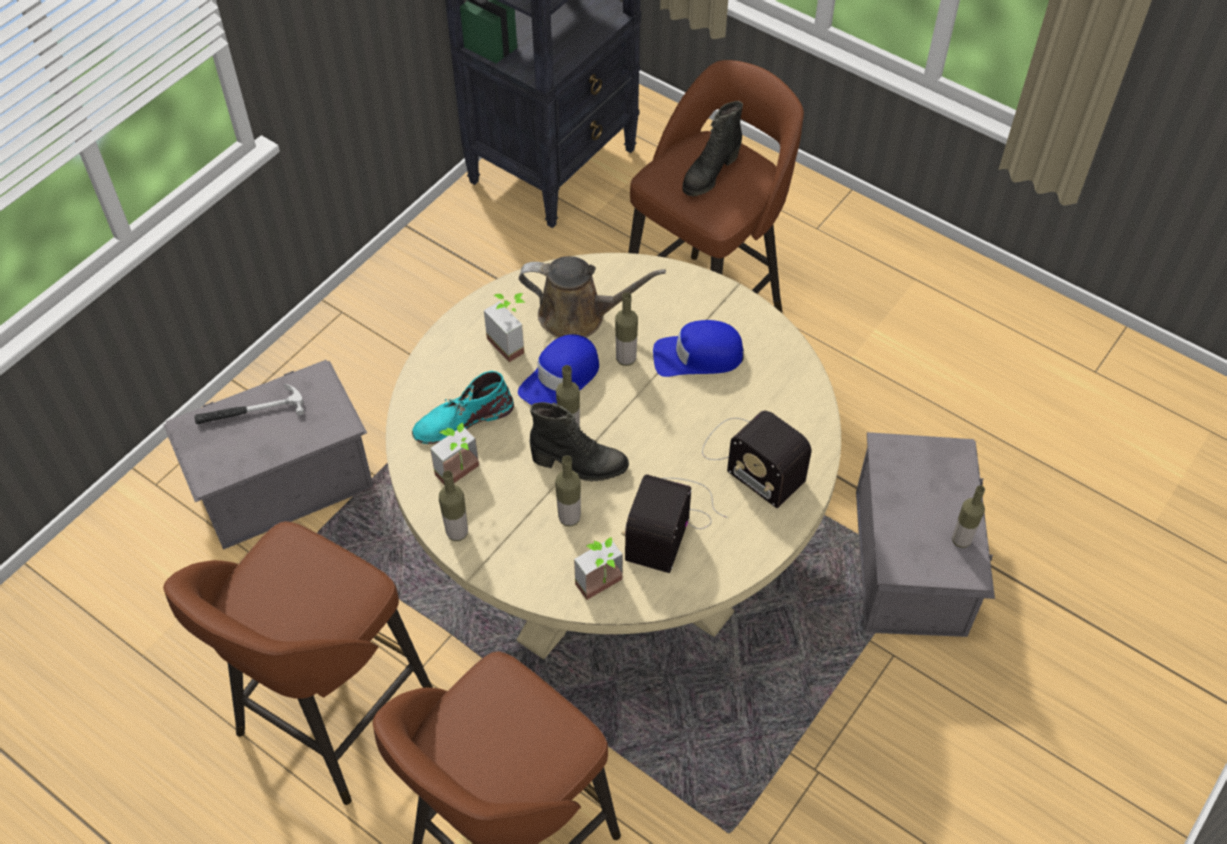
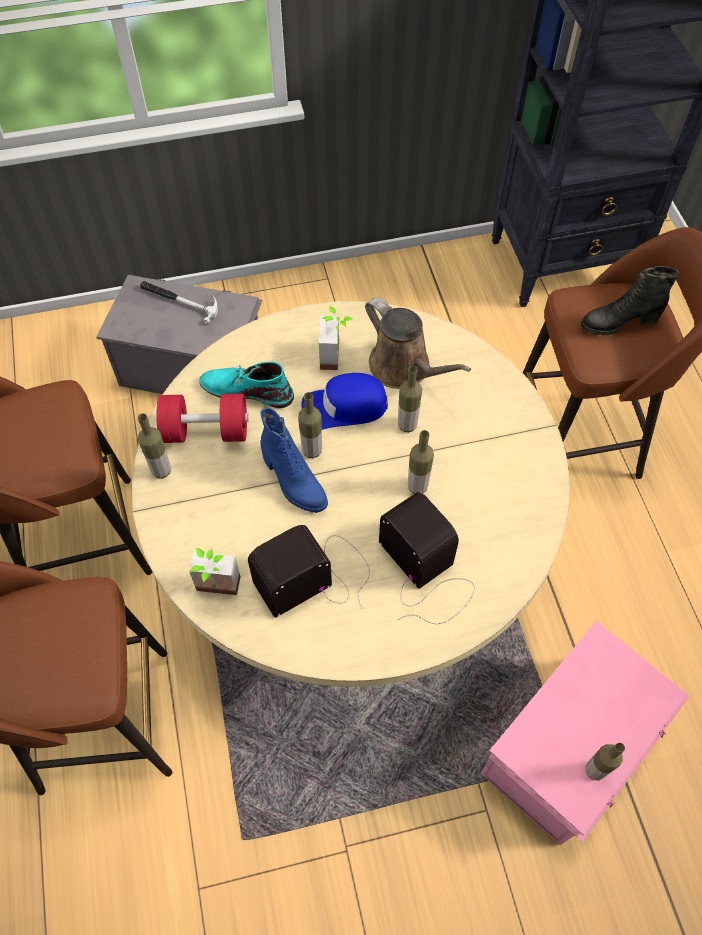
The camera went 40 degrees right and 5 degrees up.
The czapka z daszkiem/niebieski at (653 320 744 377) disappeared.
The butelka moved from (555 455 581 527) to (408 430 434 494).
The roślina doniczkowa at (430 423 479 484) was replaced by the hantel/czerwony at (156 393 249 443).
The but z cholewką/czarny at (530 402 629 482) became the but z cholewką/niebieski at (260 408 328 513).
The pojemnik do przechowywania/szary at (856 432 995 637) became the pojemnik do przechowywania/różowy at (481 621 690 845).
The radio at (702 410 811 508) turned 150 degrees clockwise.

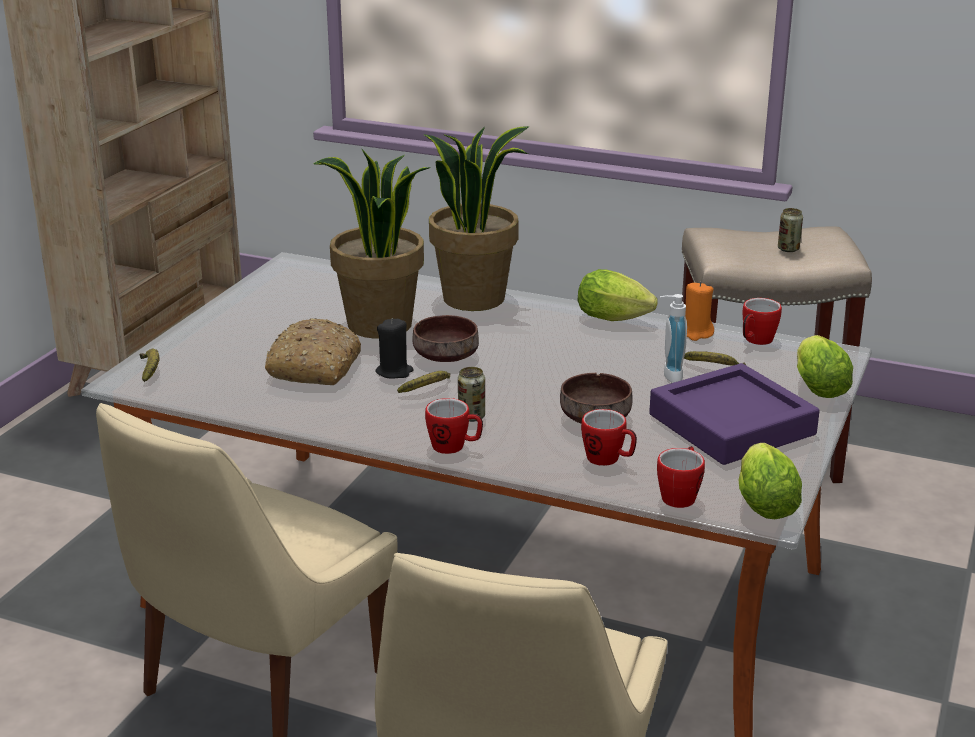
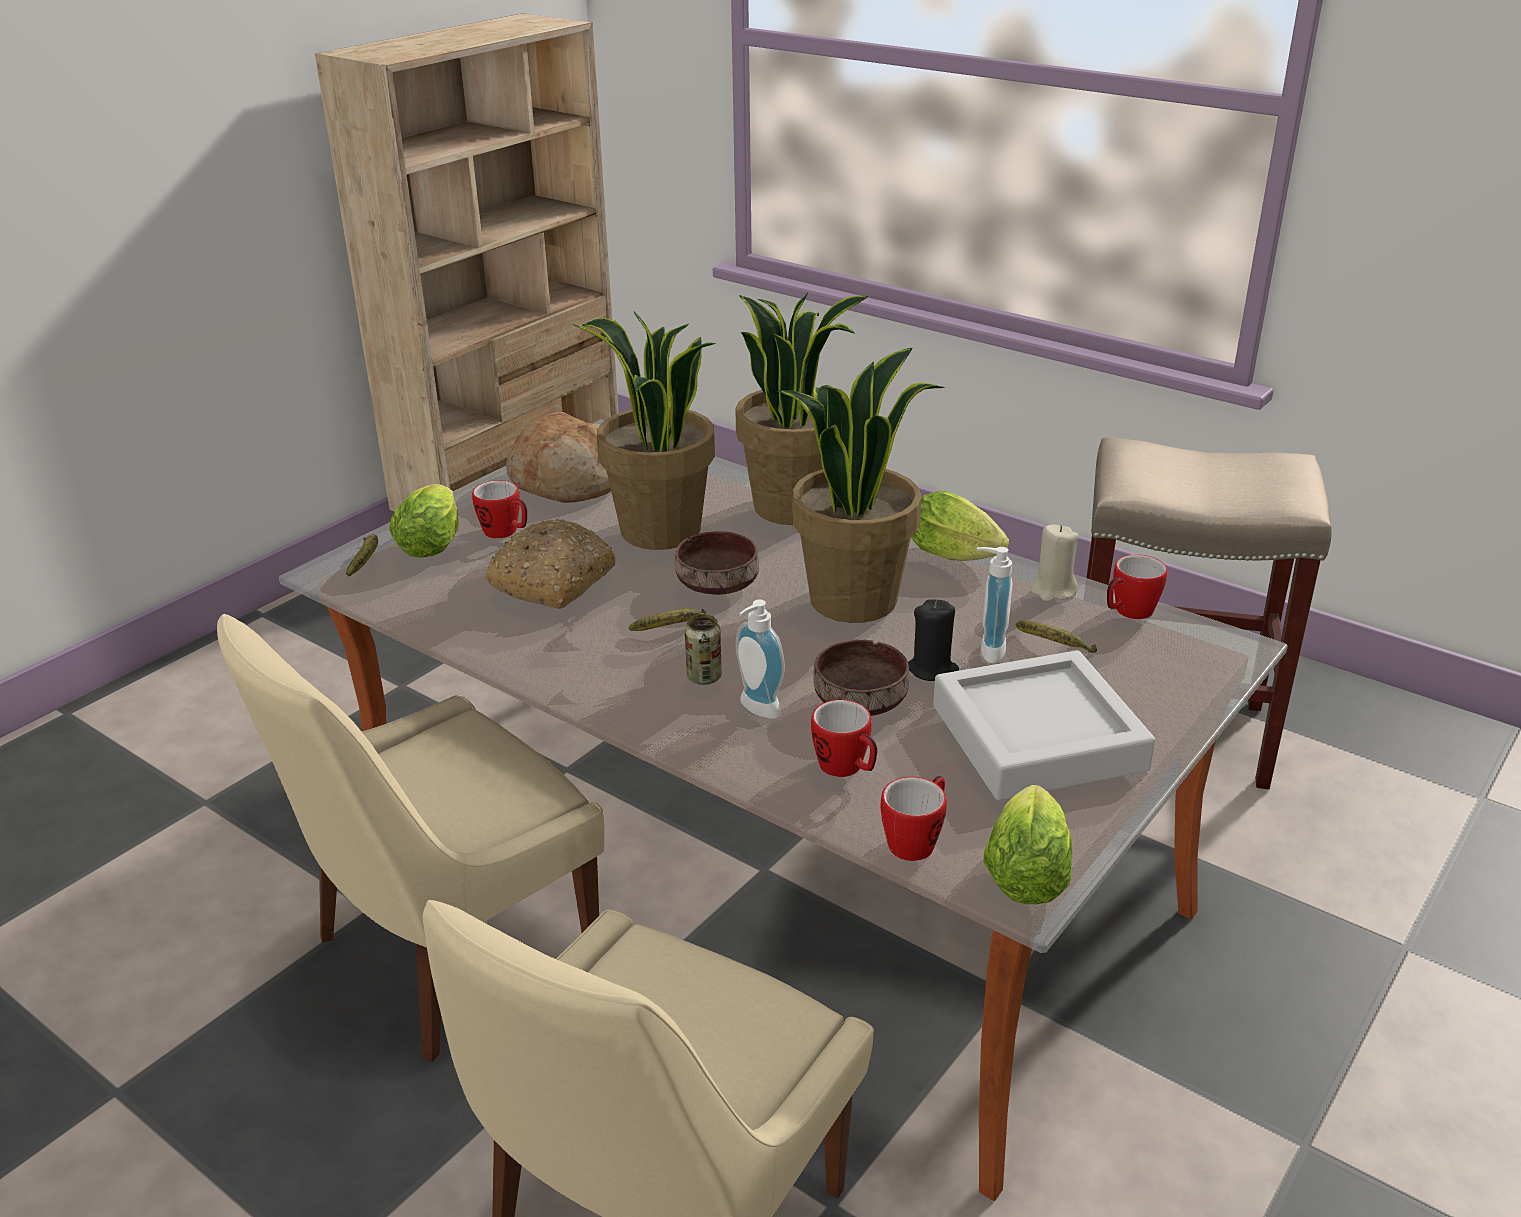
The camera went 15 degrees right and 5 degrees up.
The puszka at (778 208 803 252) disappeared.
The chleb at (506 412 611 503) appeared.
The dozownik mydła at (736 599 785 719) appeared.
The roślina doniczkowa at (776 348 945 623) appeared.
The świeca/czarny moved from (375 318 414 379) to (908 600 959 681).
The kubek moved from (425 398 483 454) to (472 480 527 538).
The sałata moved from (797 335 853 398) to (389 484 459 558).
The taca/fioletowy at (649 363 820 465) became the taca/szary at (933 650 1156 800).
The świeca/pomarańczowy at (685 282 714 341) became the świeca/beżowy at (1031 525 1079 602).

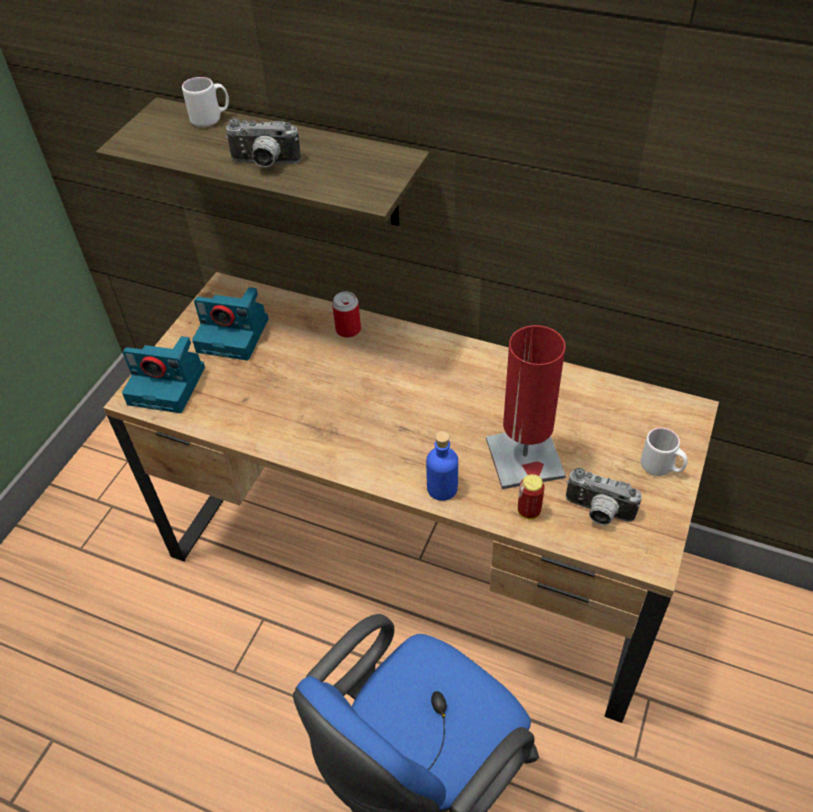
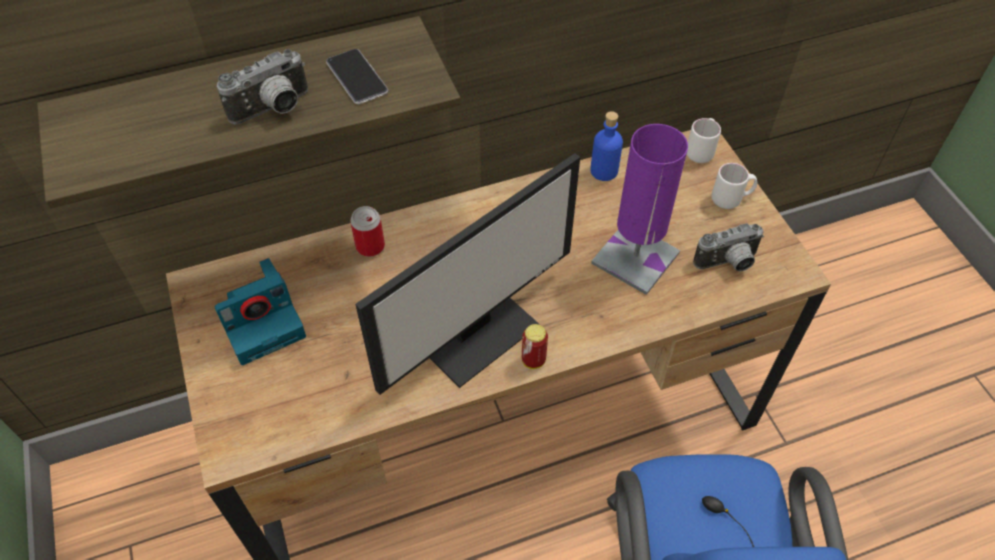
The camera went 45 degrees left and 5 degrees up.
The aparat fotograficzny at (122 336 205 413) disappeared.
The telefon at (326 49 388 104) appeared.
The monitor at (355 153 580 395) appeared.
The kubek/biały moved from (182 77 229 127) to (687 118 721 163).
The butelka/niebieski moved from (426 431 458 501) to (590 111 623 181).
The puszka moved from (518 474 545 520) to (522 324 548 369).
The lampa stołowa/czerwony at (486 325 566 489) became the lampa stołowa/fioletowy at (591 124 688 295).

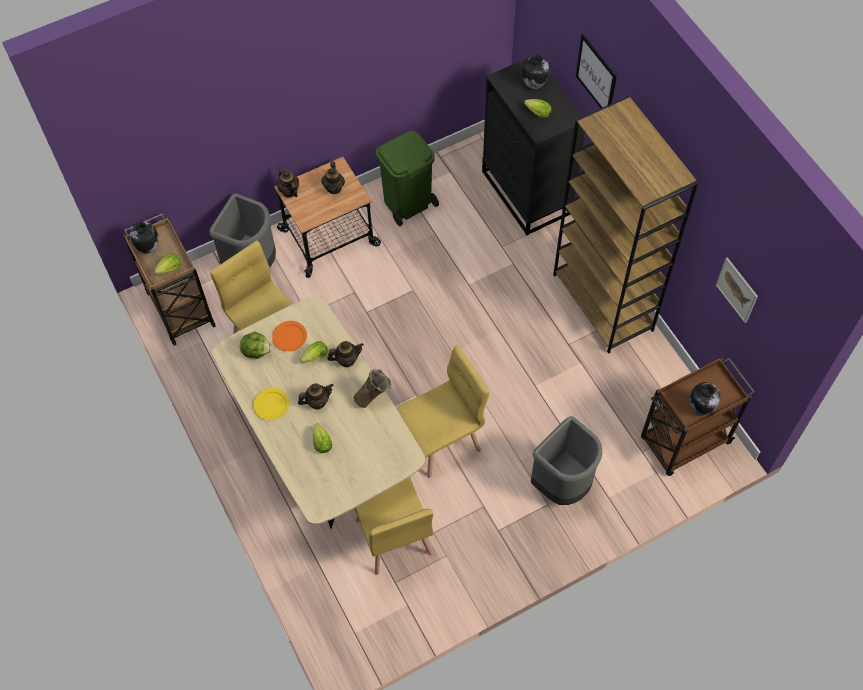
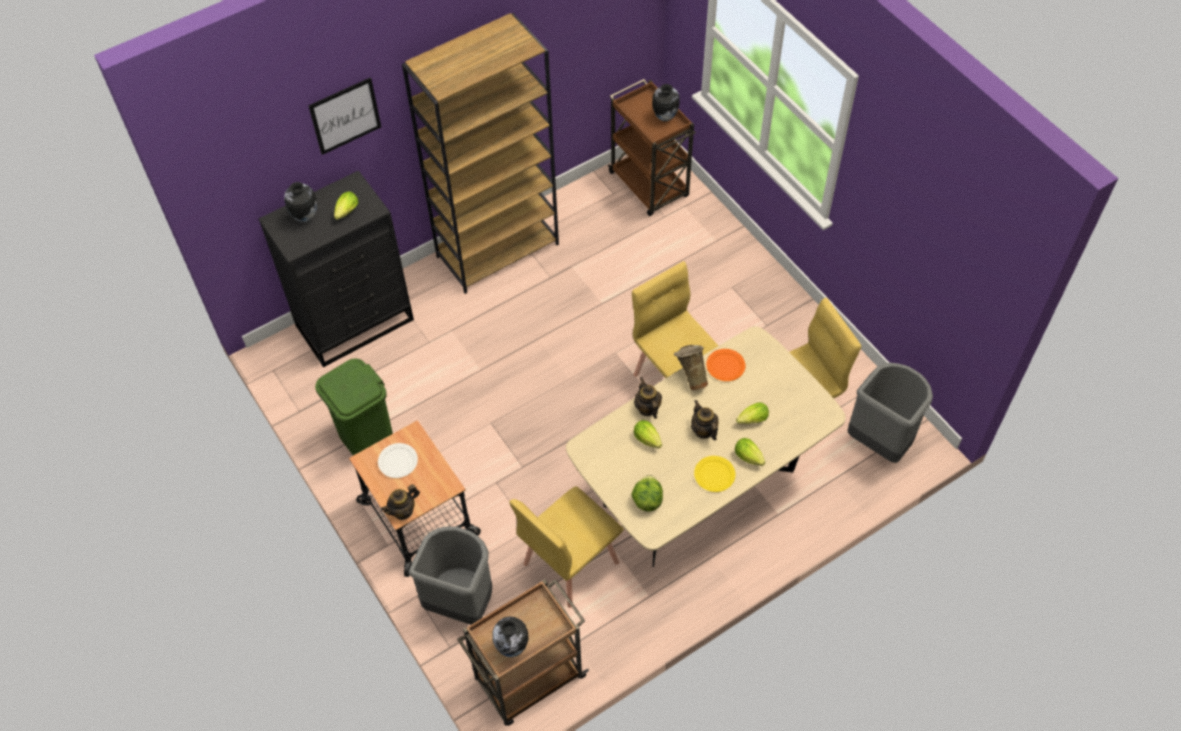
The camera went 95 degrees left and 5 degrees down.
The obraz at (716 257 758 323) disappeared.
The sałata moved from (154 253 181 275) to (735 438 765 466).
The talerz/pomarańczowy moved from (272 321 307 351) to (706 349 746 381).
The kosz na śmieci/szary moved from (531 416 603 505) to (848 363 933 463).
The imbryk at (321 162 345 194) was replaced by the talerz/biały at (378 443 418 478).

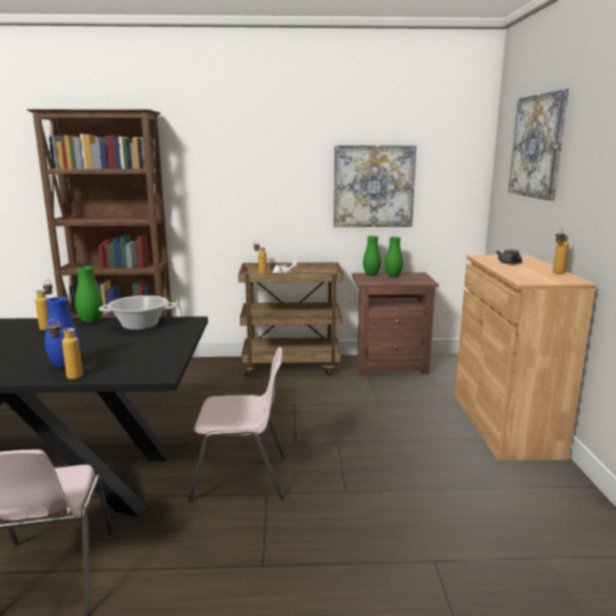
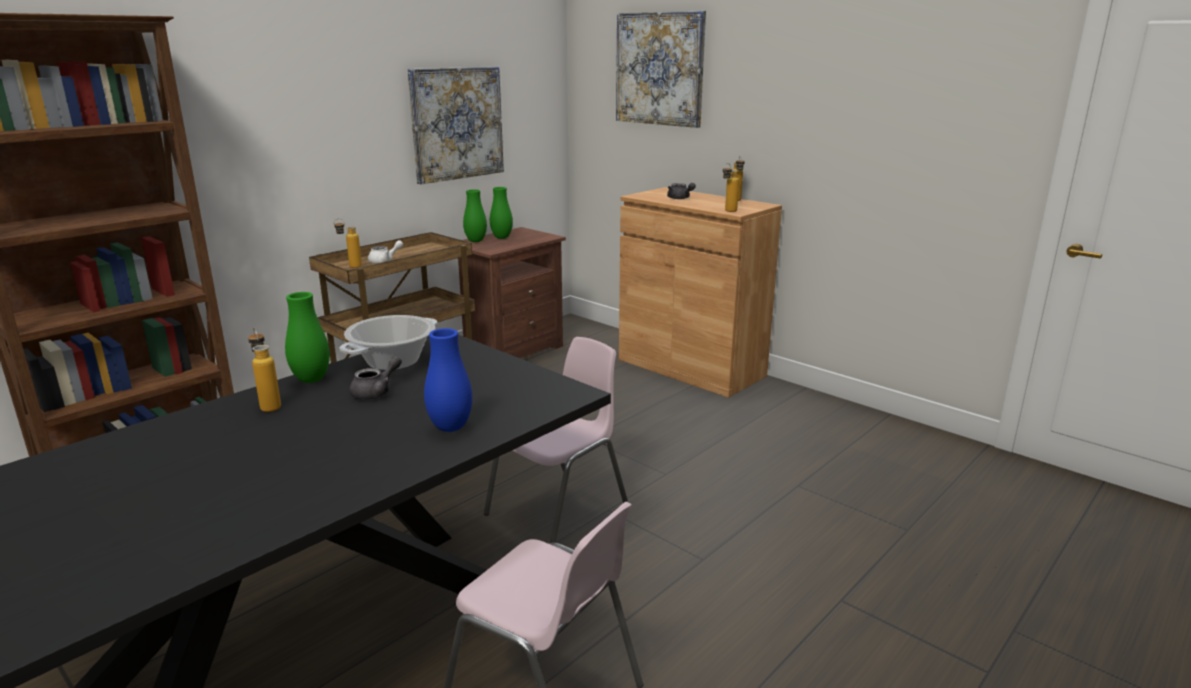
The camera went 45 degrees left and 5 degrees up.
The imbryk/szary at (350 356 402 400) appeared.
The butelka moved from (47 319 83 380) to (723 163 739 212).

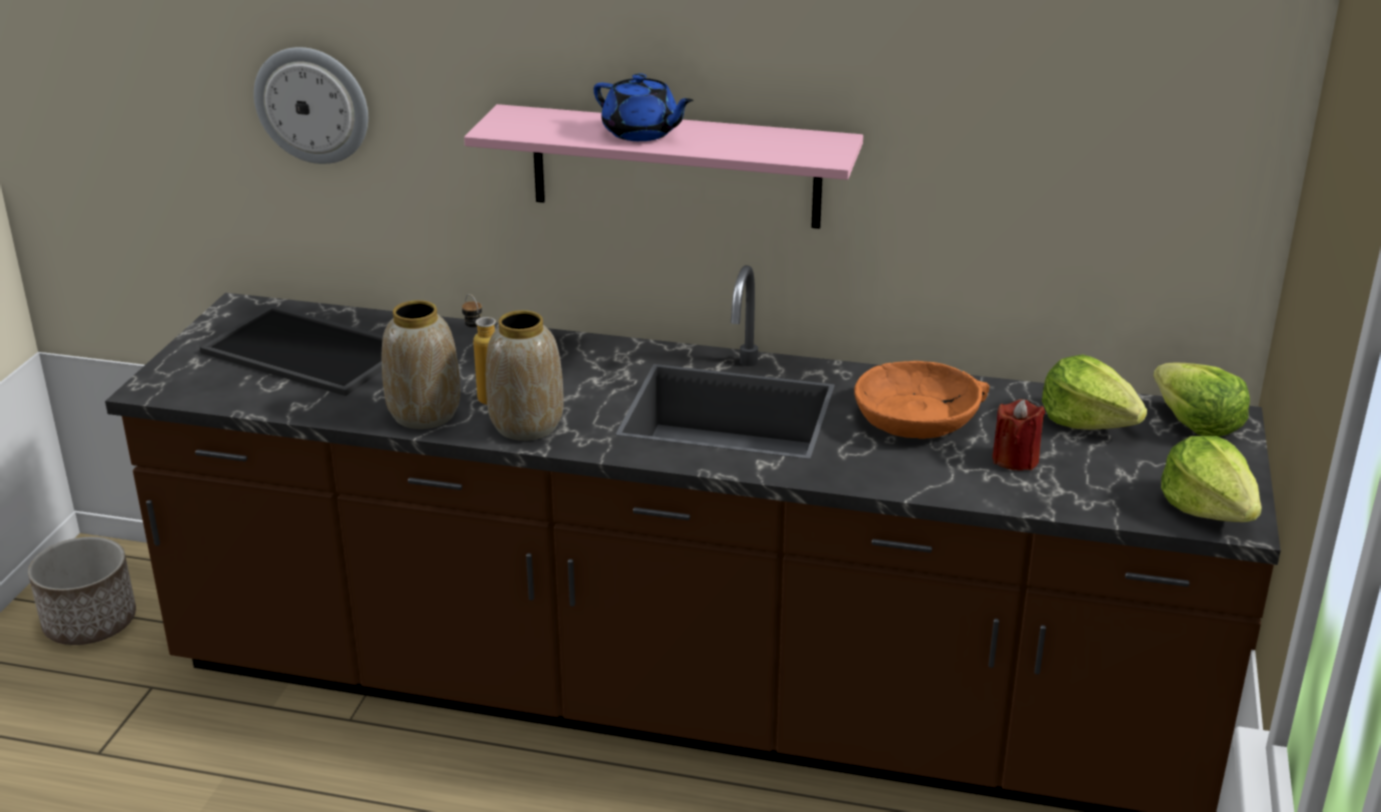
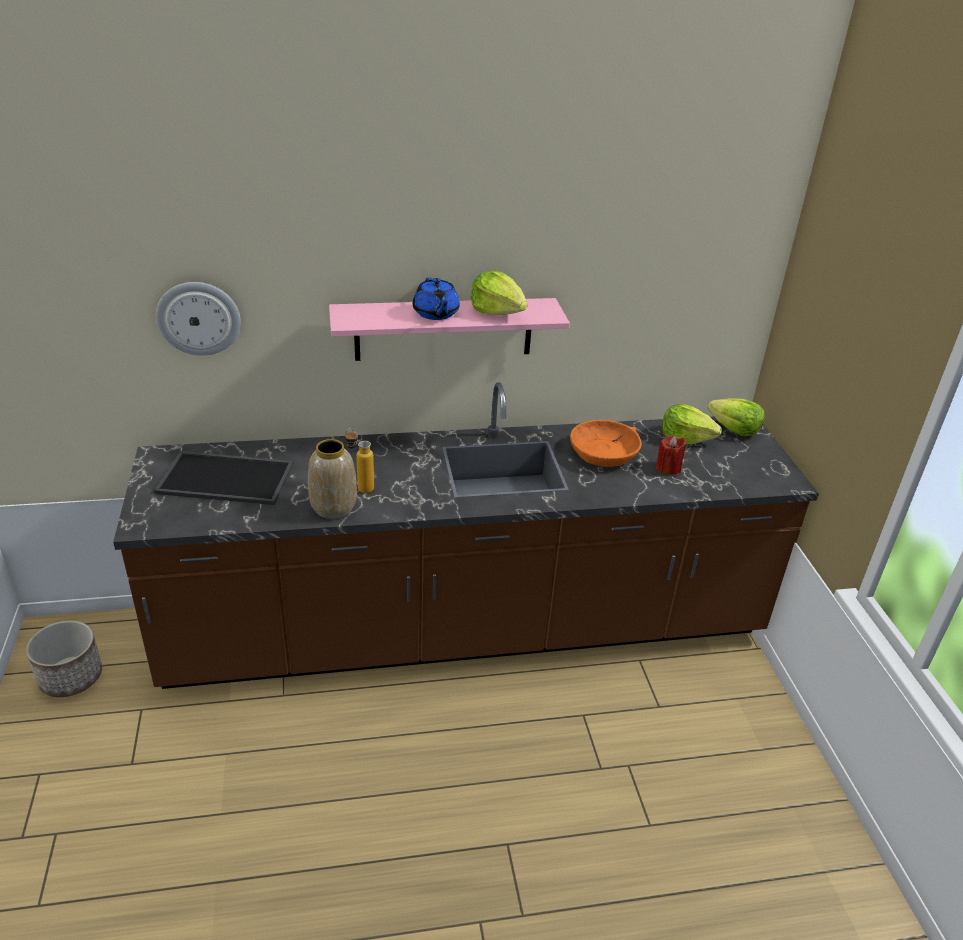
The camera went 25 degrees left and 5 degrees up.
The wazon at (486 310 564 441) disappeared.
The sałata moved from (1161 436 1262 522) to (471 270 528 315).
The imbryk/niebieski at (594 73 694 141) turned 60 degrees clockwise.

